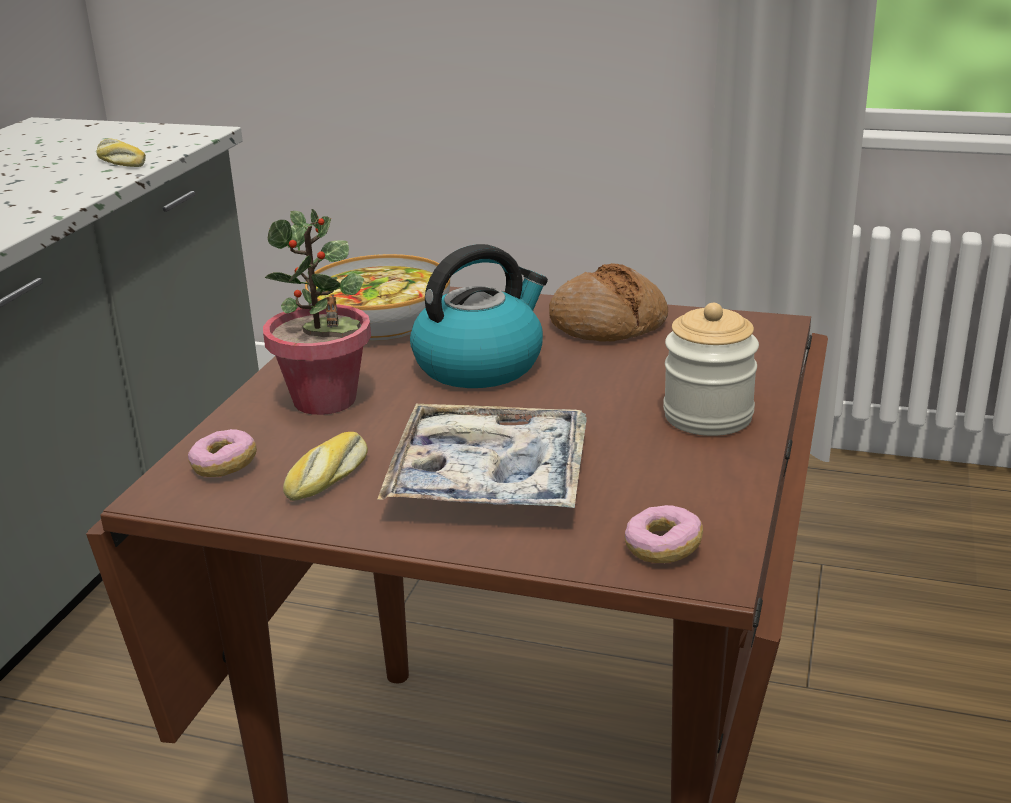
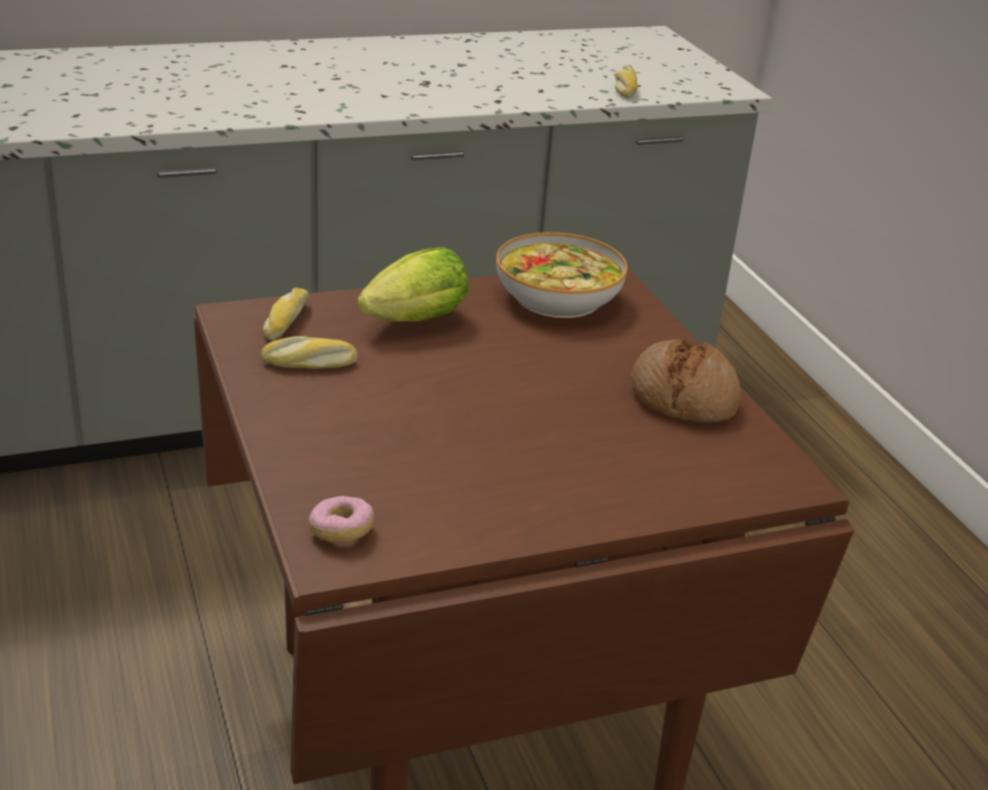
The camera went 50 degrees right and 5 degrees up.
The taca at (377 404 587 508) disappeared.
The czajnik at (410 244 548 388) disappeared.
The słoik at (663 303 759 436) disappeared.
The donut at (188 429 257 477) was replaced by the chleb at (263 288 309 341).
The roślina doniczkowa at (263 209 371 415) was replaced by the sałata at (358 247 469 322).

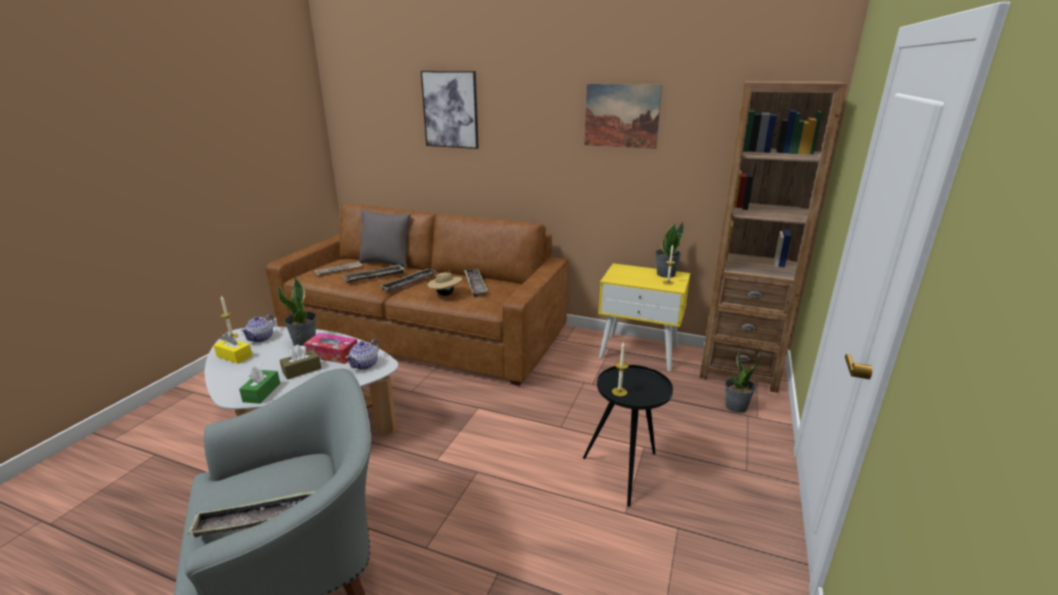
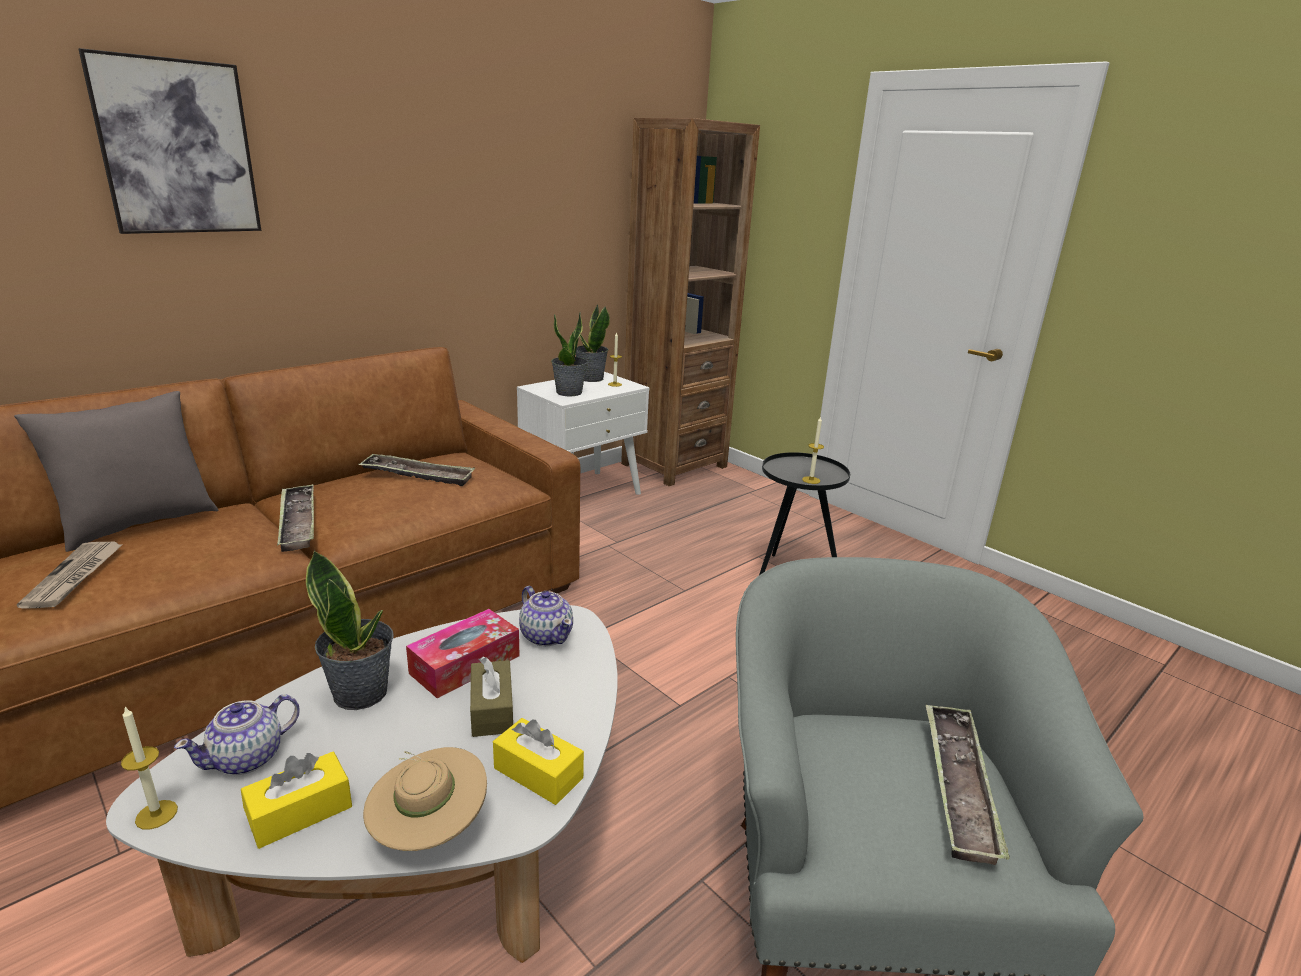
The camera went 65 degrees left and 0 degrees up.
The taca at (343 264 404 282) disappeared.
The obraz at (584 84 662 149) disappeared.
The kapelusz/beżowy moved from (428 270 463 296) to (363 747 487 851).
The roślina doniczkowa moved from (725 347 761 413) to (551 312 588 396).
The pudełko chusteczek/zielony at (239 366 280 404) became the pudełko chusteczek/żółty at (493 718 584 805).
The szafka nocna/żółty at (598 263 690 371) became the szafka nocna/biały at (517 372 650 495).
The imbryk at (241 314 274 342) turned 90 degrees clockwise.

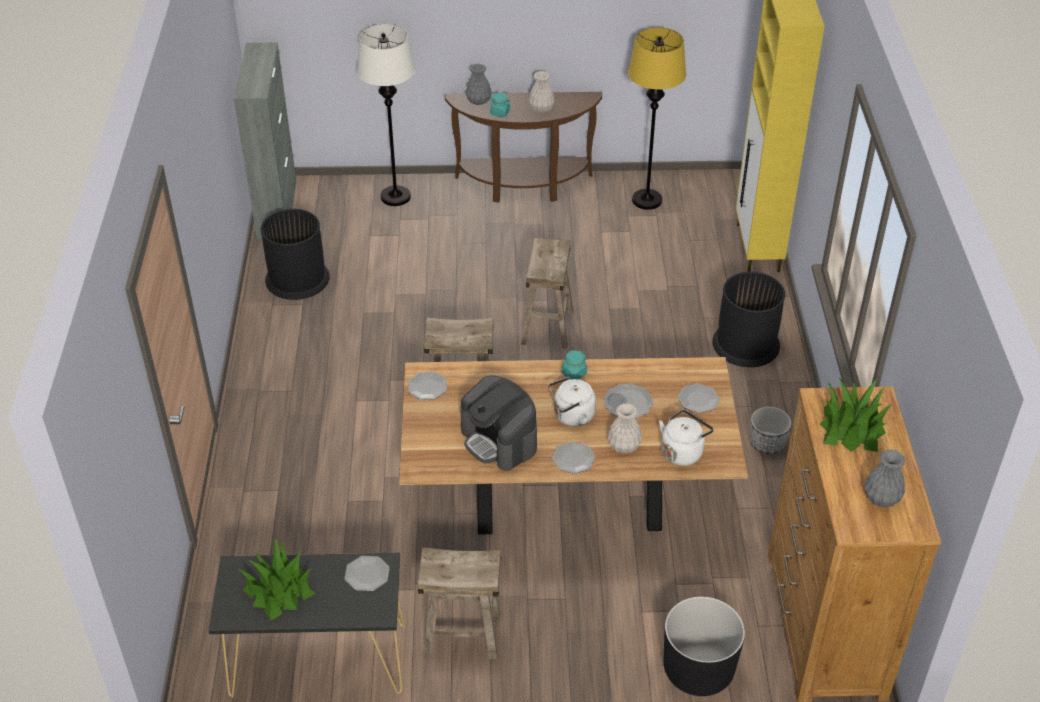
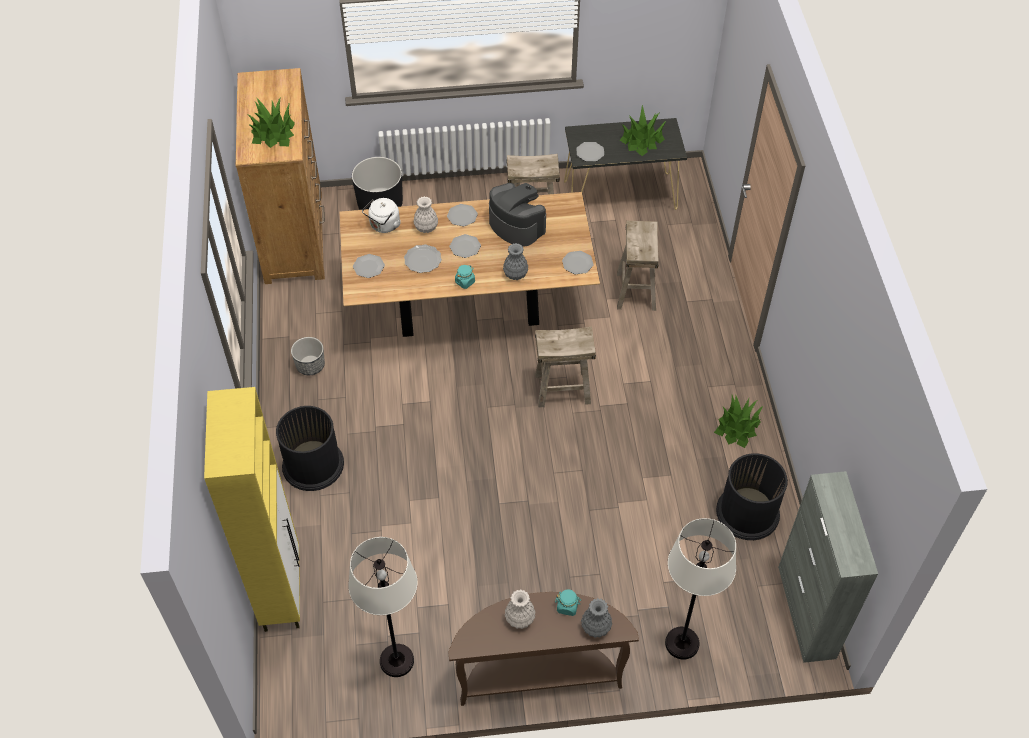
The camera went 175 degrees right and 10 degrees up.
The roślina doniczkowa at (714 394 764 448) appeared.
The stołek/beżowy moved from (521 238 573 349) to (617 221 659 311).
The wazon/szary moved from (865 449 905 507) to (503 243 528 280).
The czajnik/biały at (548 377 596 427) was replaced by the talerz at (450 234 481 258).
The lampa stojąca/żółty at (628 27 686 210) became the lampa stojąca/biały at (348 537 418 677).

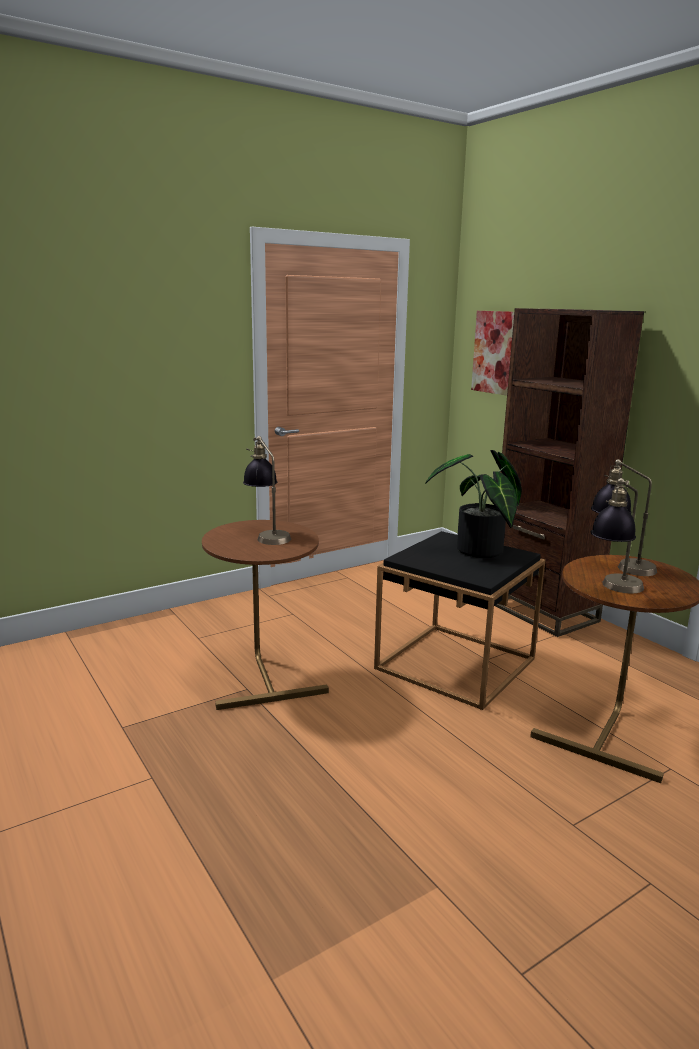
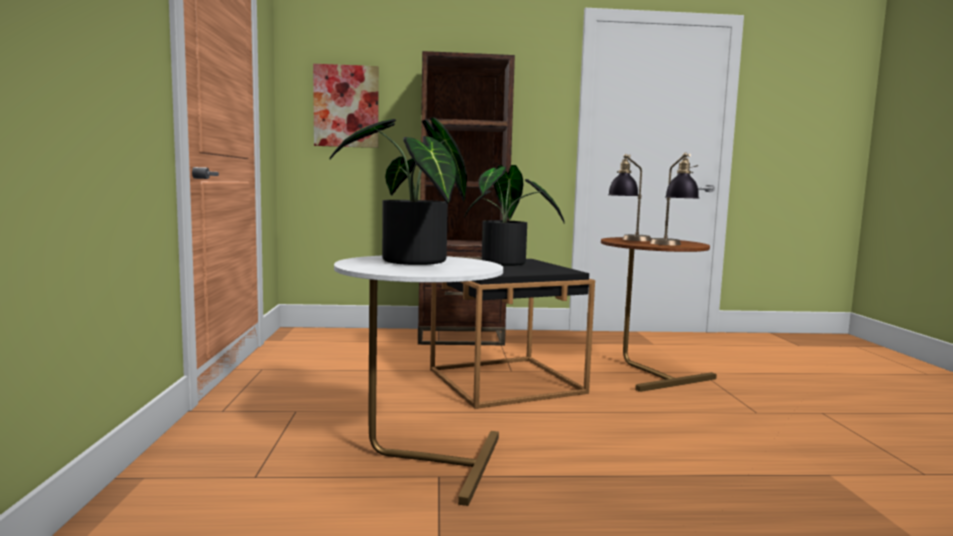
The camera went 60 degrees left and 10 degrees down.
The lampa stołowa at (243 436 291 545) was replaced by the roślina doniczkowa at (329 117 467 265).
The stolik/brązowy at (202 520 329 710) became the stolik/biały at (334 256 503 506).

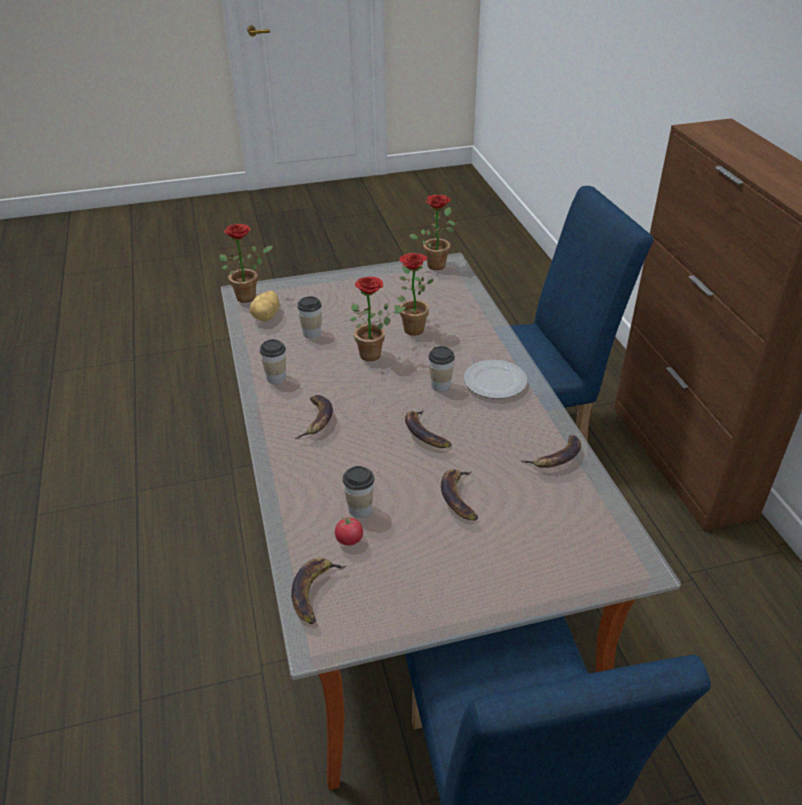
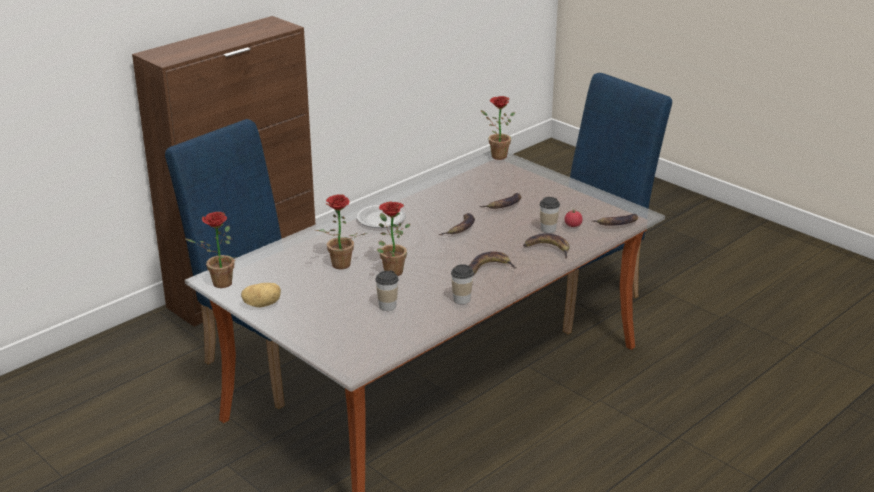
The camera went 120 degrees left and 10 degrees down.
The filiżanka at (428 346 455 392) disappeared.
The roślina doniczkowa moved from (220 224 273 303) to (481 96 515 160).
The ziemniak moved from (250 291 279 321) to (241 283 281 307).
The banan moved from (521 435 581 468) to (523 233 570 259).

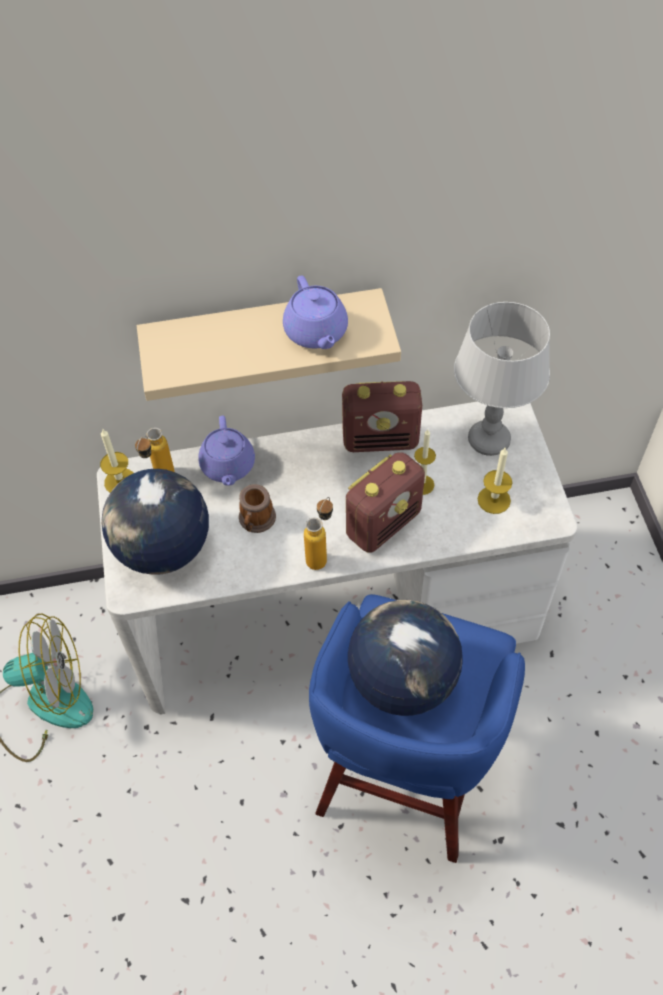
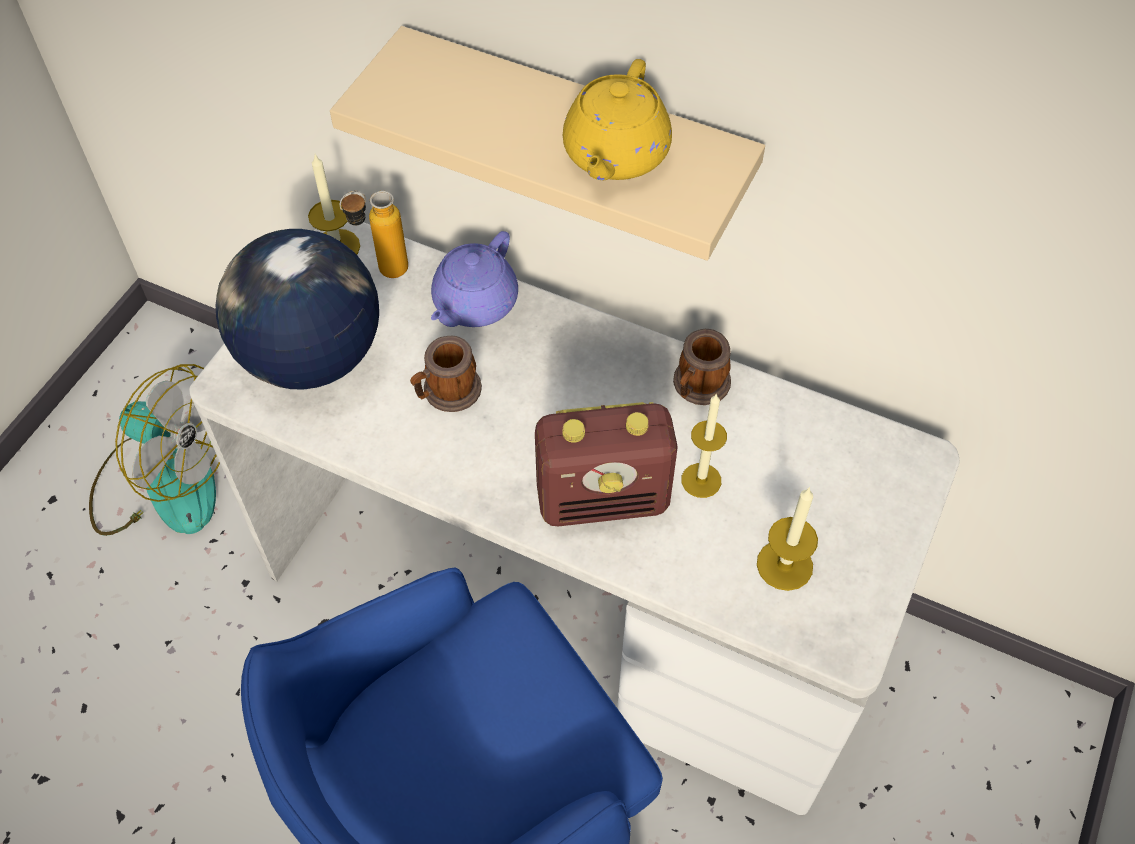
The camera went 35 degrees right and 0 degrees up.
The butelka at (304 497 333 570) disappeared.
The globus at (348 600 463 716) disappeared.
The lampa stołowa/szary at (454 302 550 456) disappeared.
The radio at (342 381 422 452) was replaced by the kubek at (673 329 731 405).
The imbryk/fioletowy at (283 275 348 349) became the imbryk/żółty at (563 59 672 180).

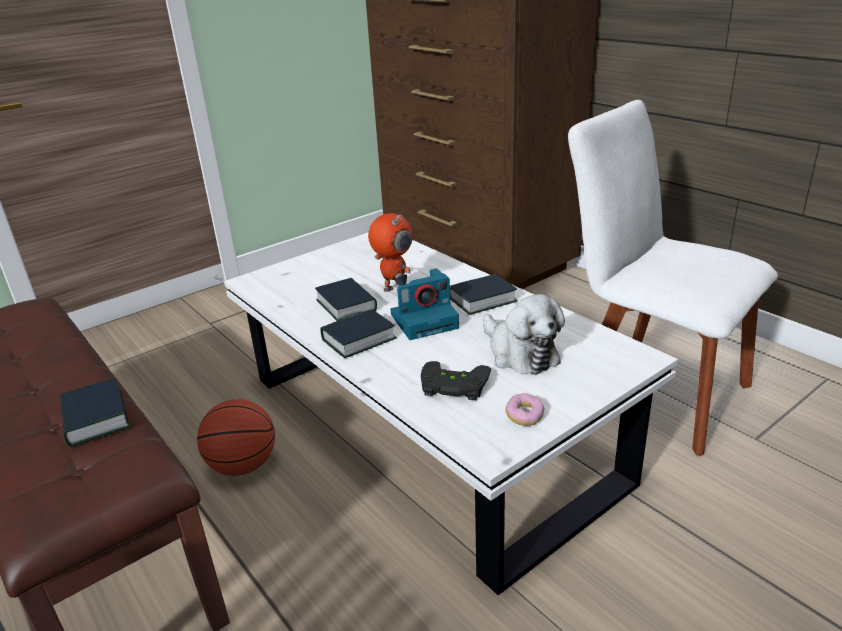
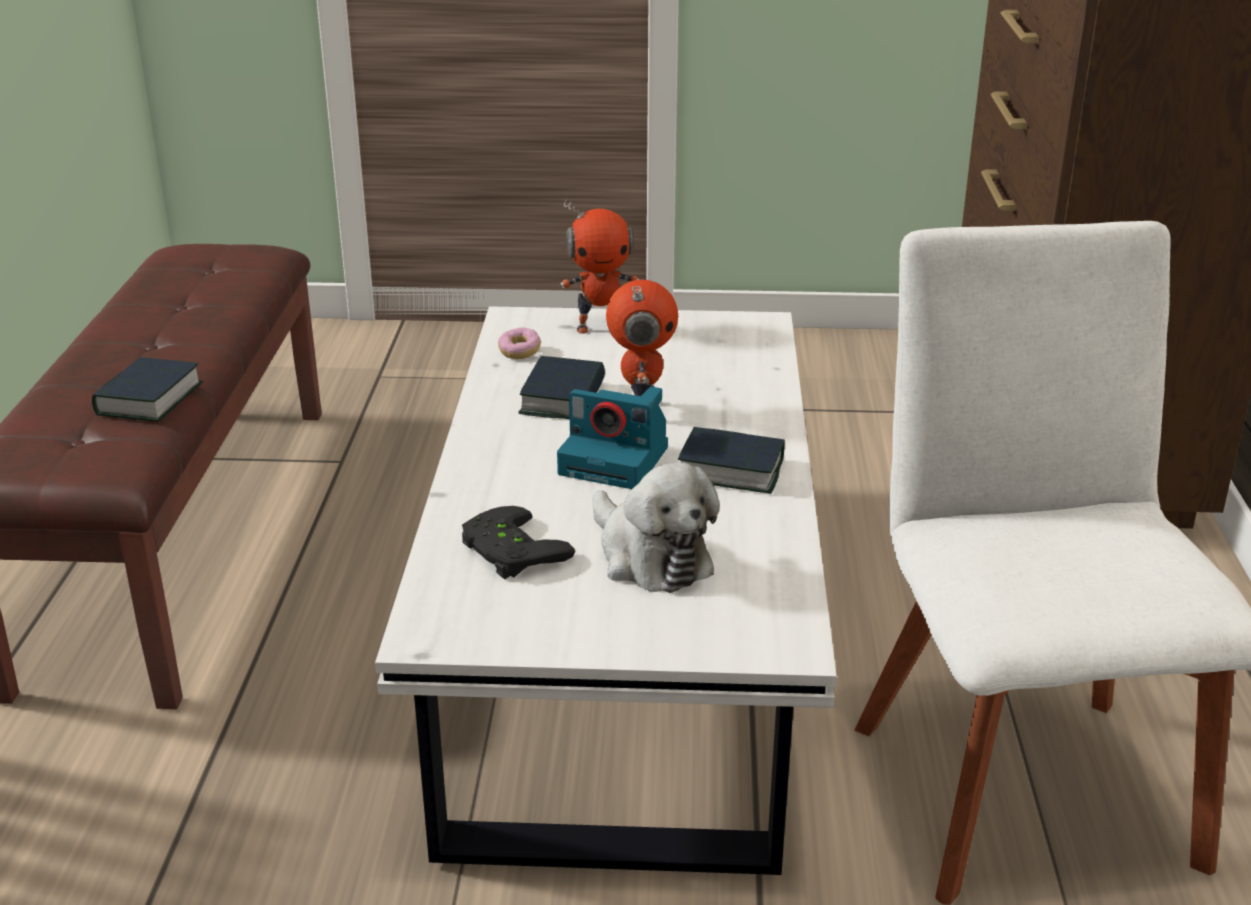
The camera went 40 degrees right and 0 degrees up.
The piłka do koszykówki at (197 399 275 476) disappeared.
The książka at (321 309 397 358) disappeared.
The robot zabawkowy at (561 200 639 334) appeared.
The donut moved from (506 393 544 426) to (498 328 541 359).
The pluszak at (483 294 565 375) turned 45 degrees counterclockwise.

